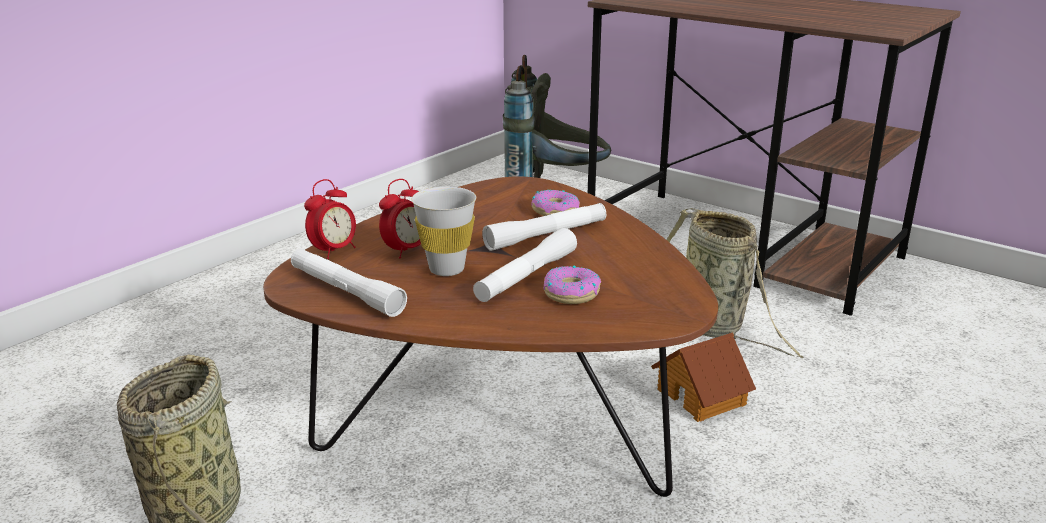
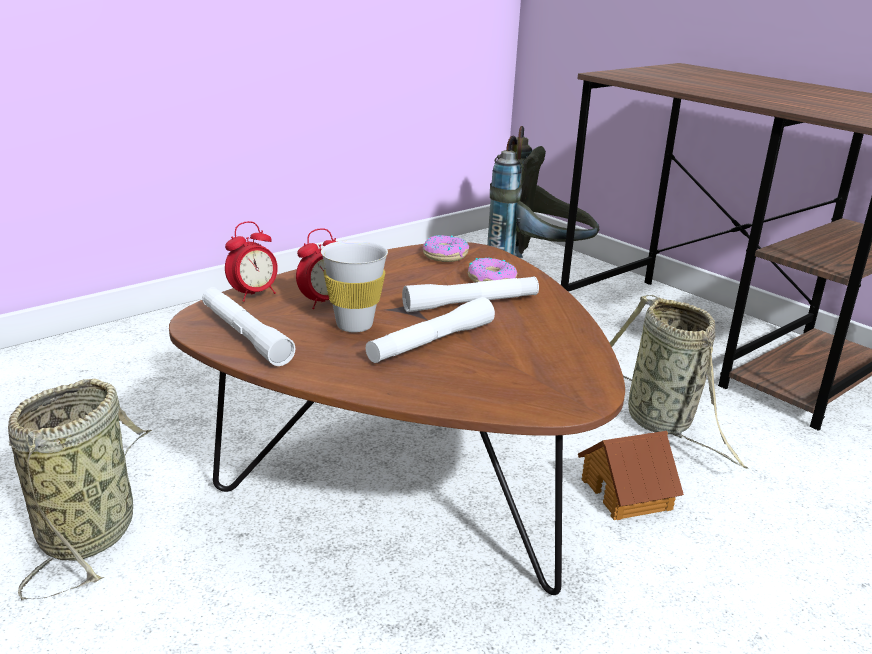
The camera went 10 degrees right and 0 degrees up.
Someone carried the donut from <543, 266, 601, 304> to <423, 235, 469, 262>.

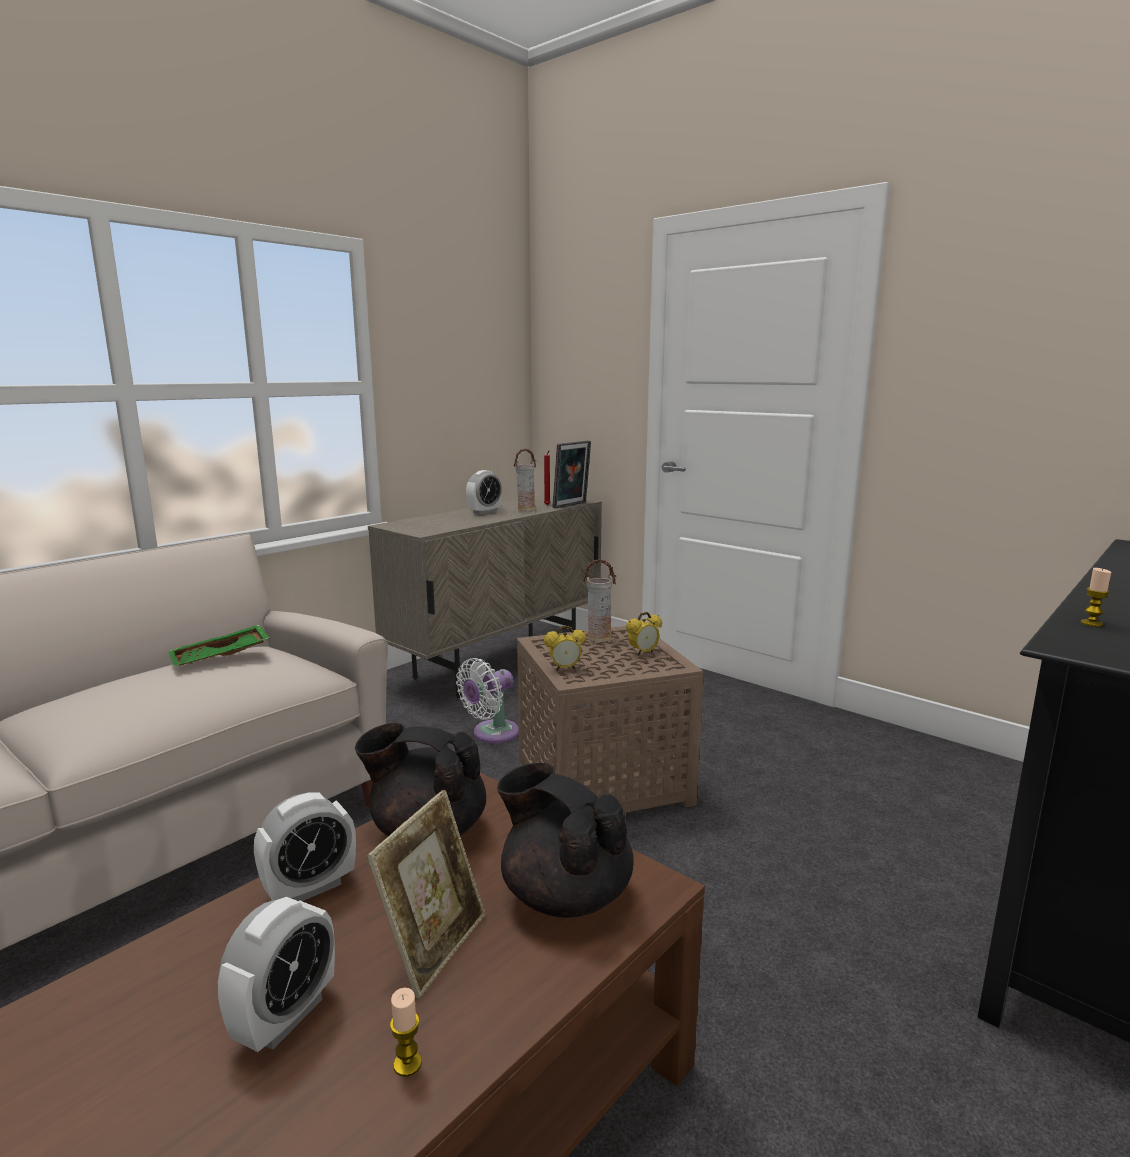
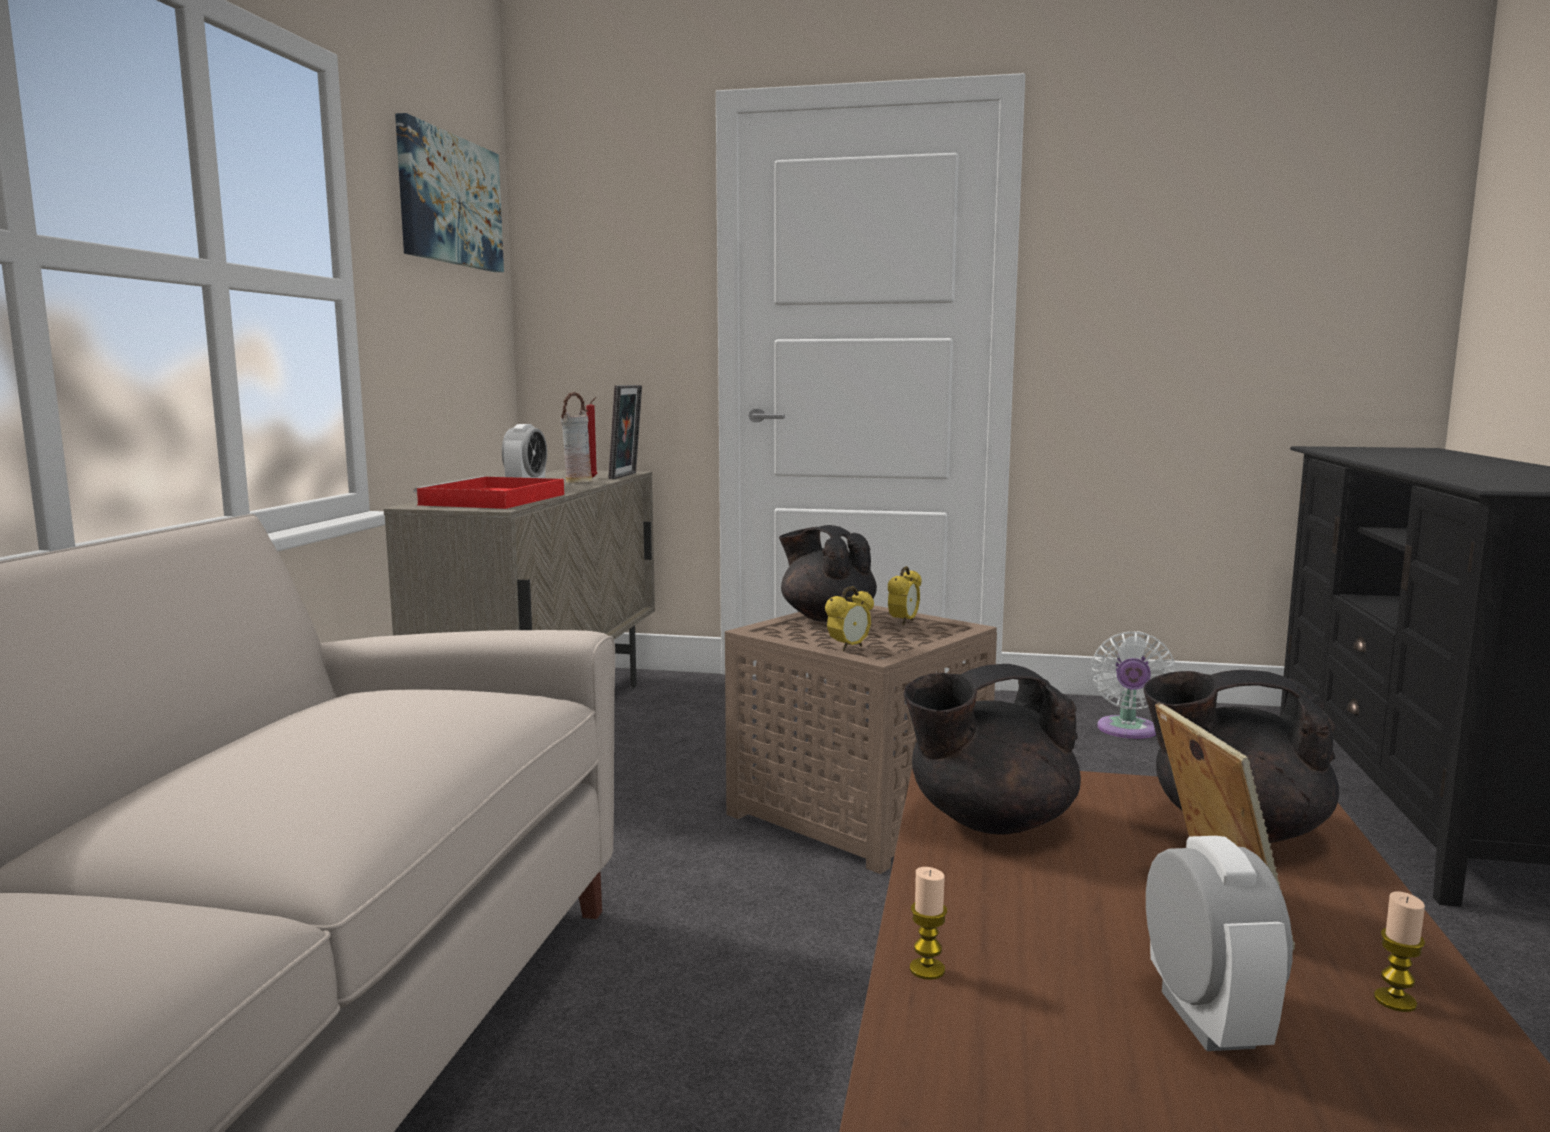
The camera went 30 degrees left and 5 degrees down.
Someone took away the green tray at <168, 625, 269, 666>.
Someone took away the alarm clock at <254, 792, 356, 901>.
Someone carried the white fan from <456, 658, 519, 743> to <1091, 631, 1176, 739>.
Someone swapped the vase at <583, 559, 616, 642> for the black teapot at <779, 525, 877, 622>.
Someone carried the candle from <1081, 568, 1111, 627> to <910, 867, 947, 980>.
Someone put up the picture at <395, 113, 504, 272>.
Someone put down the red tray at <413, 476, 564, 509>.

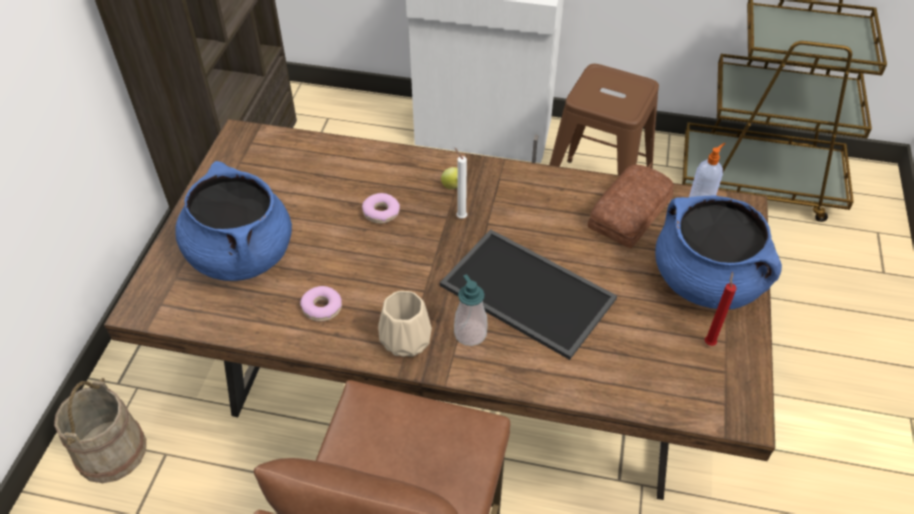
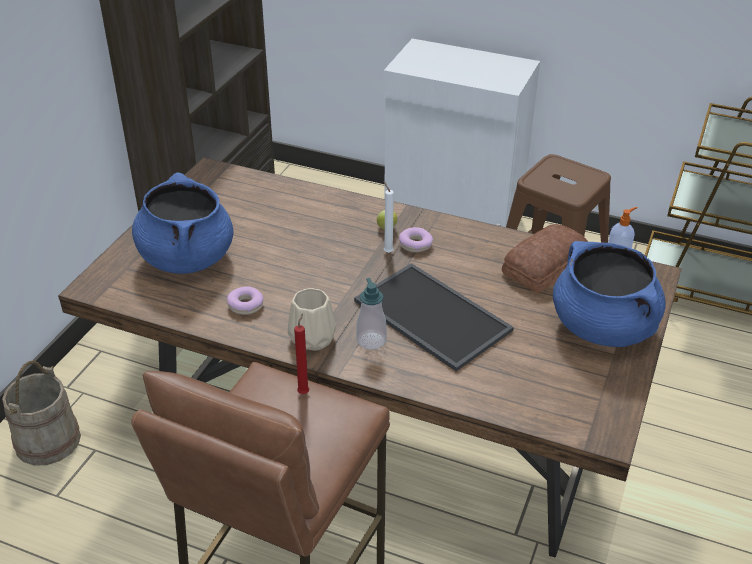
The camera went 10 degrees right and 10 degrees down.
Someone carried the donut from <362, 193, 400, 224> to <399, 227, 433, 253>.
Someone carried the red candle from <704, 272, 737, 346> to <294, 314, 309, 394>.

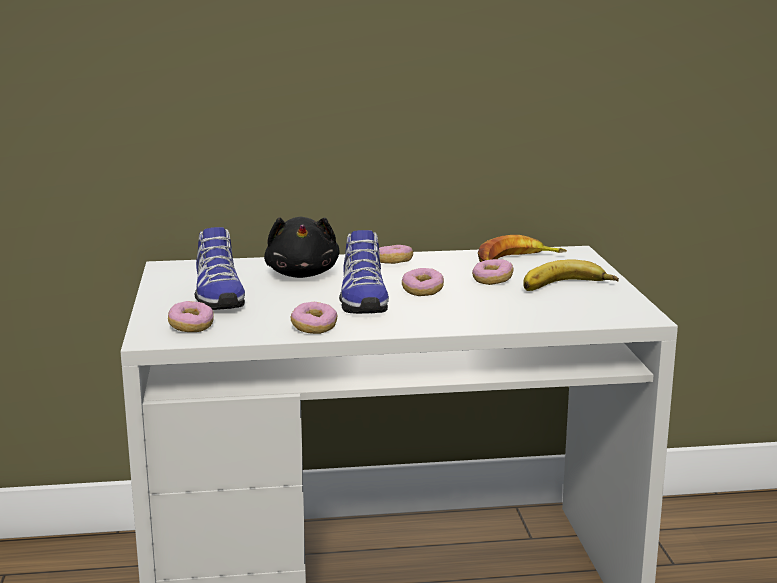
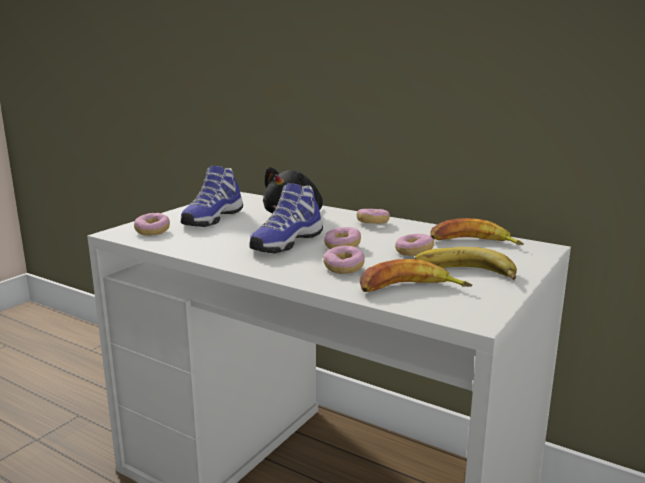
The camera went 40 degrees right and 0 degrees up.
Someone carried the donut from <291, 302, 337, 334> to <323, 245, 365, 274>.
Someone put down the banana at <360, 259, 472, 292>.

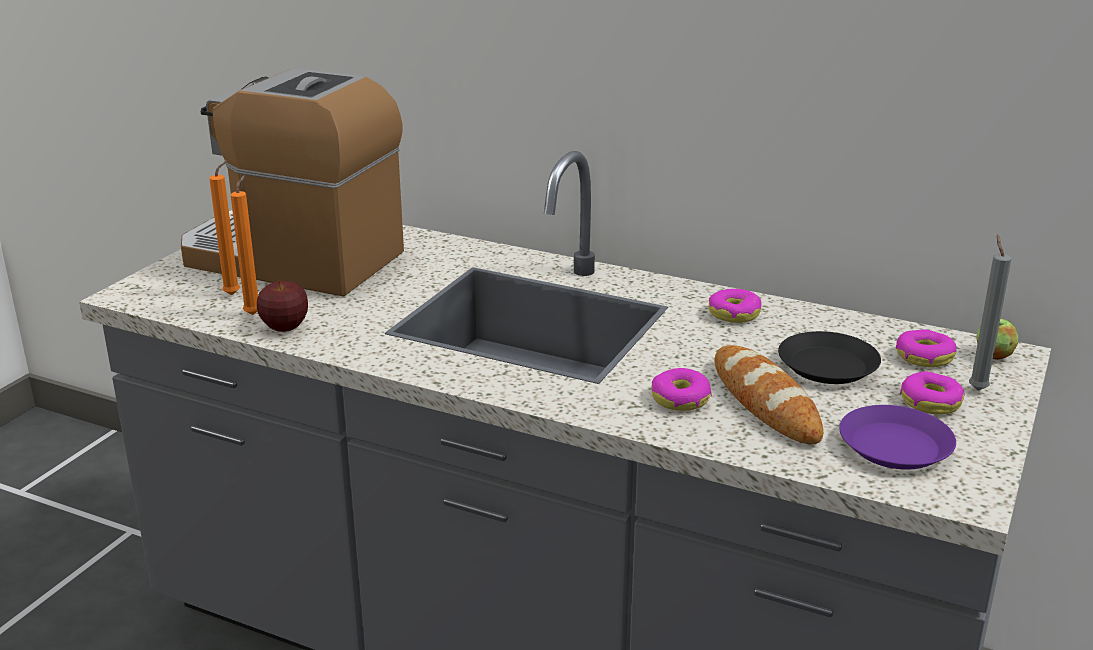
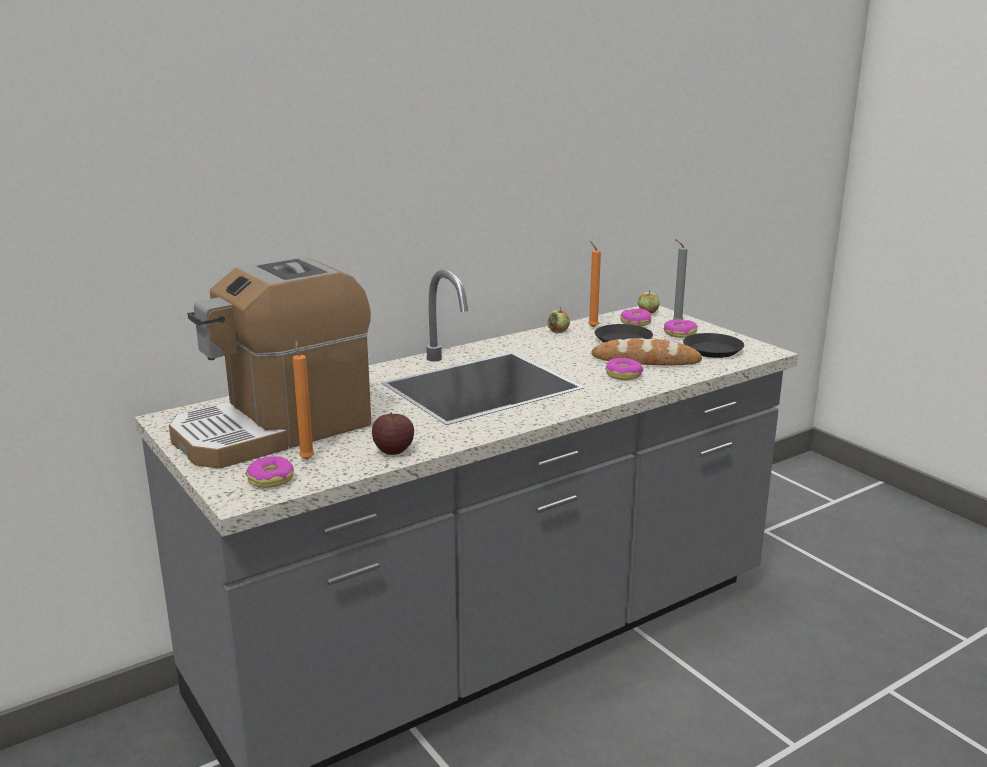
The camera went 60 degrees left and 5 degrees down.
Someone carried the orange candle from <230, 174, 258, 315> to <588, 241, 601, 328>.
Someone carried the donut from <709, 289, 761, 323> to <246, 456, 294, 488>.
Someone repainted the purple plate at <839, 405, 956, 470>, which became the black plate at <683, 333, 744, 358>.
Someone put down the apple at <547, 308, 570, 333>.

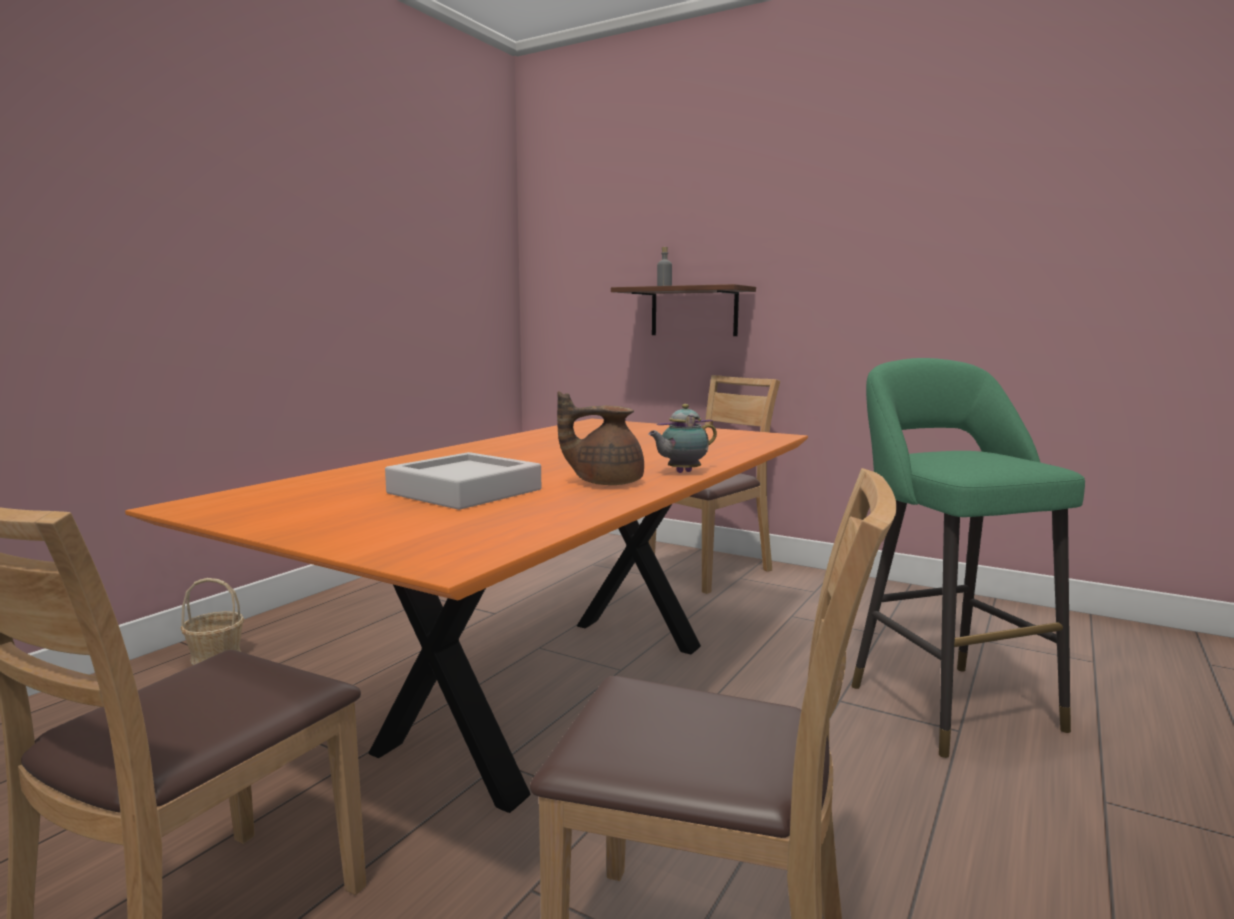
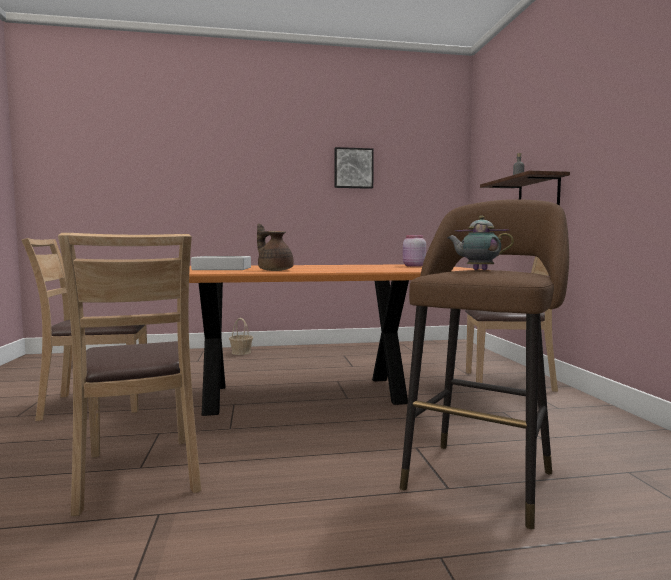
The camera went 50 degrees right and 5 degrees down.
Someone carried the teapot from <648, 404, 717, 473> to <447, 216, 514, 270>.
Someone repainted the green stool at <851, 358, 1085, 758>, which became the brown stool at <400, 199, 569, 529>.
Someone put up the picture at <334, 147, 374, 189>.
Someone put down the pink jar at <403, 235, 426, 267>.

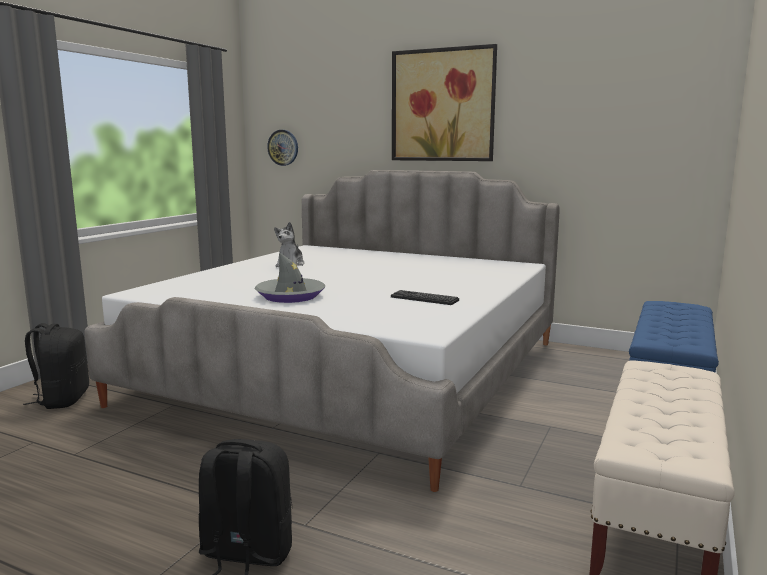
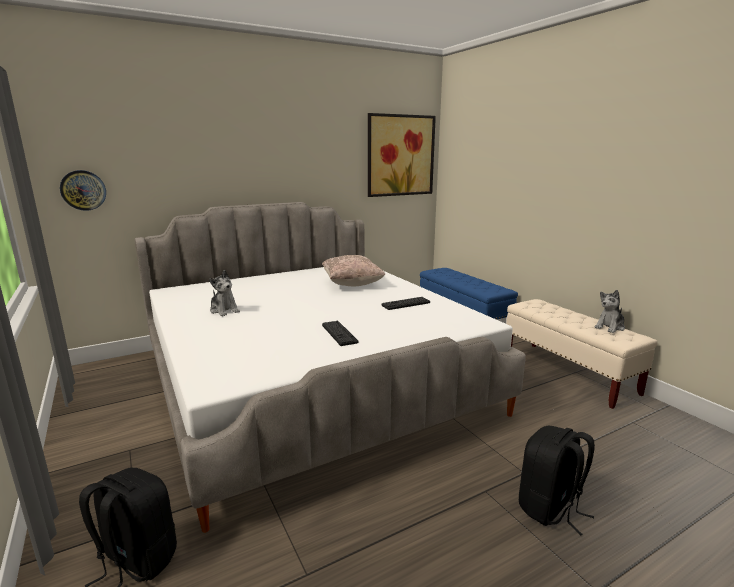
The camera went 55 degrees left and 5 degrees up.
Someone swapped the grey hat at <255, 252, 325, 303> for the keyboard at <322, 321, 358, 346>.
Someone carried the picture from <392, 44, 497, 161> to <368, 113, 436, 197>.
Someone put down the beige pillow at <322, 255, 385, 286>.
Someone put down the plush toy at <594, 290, 625, 333>.

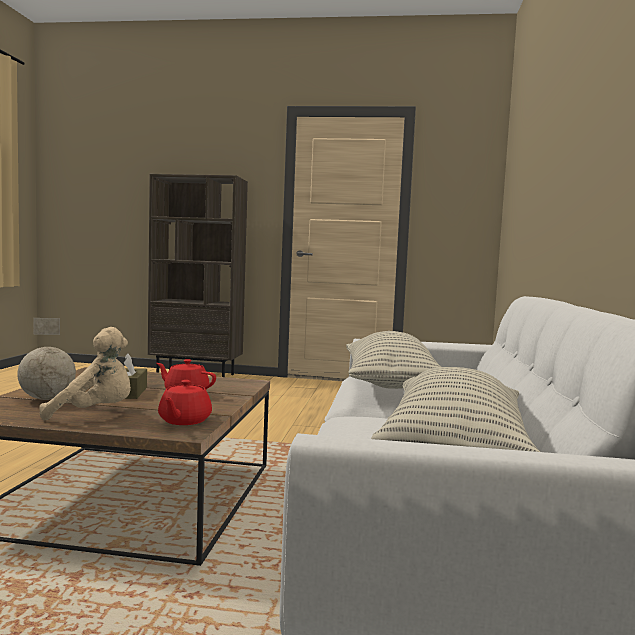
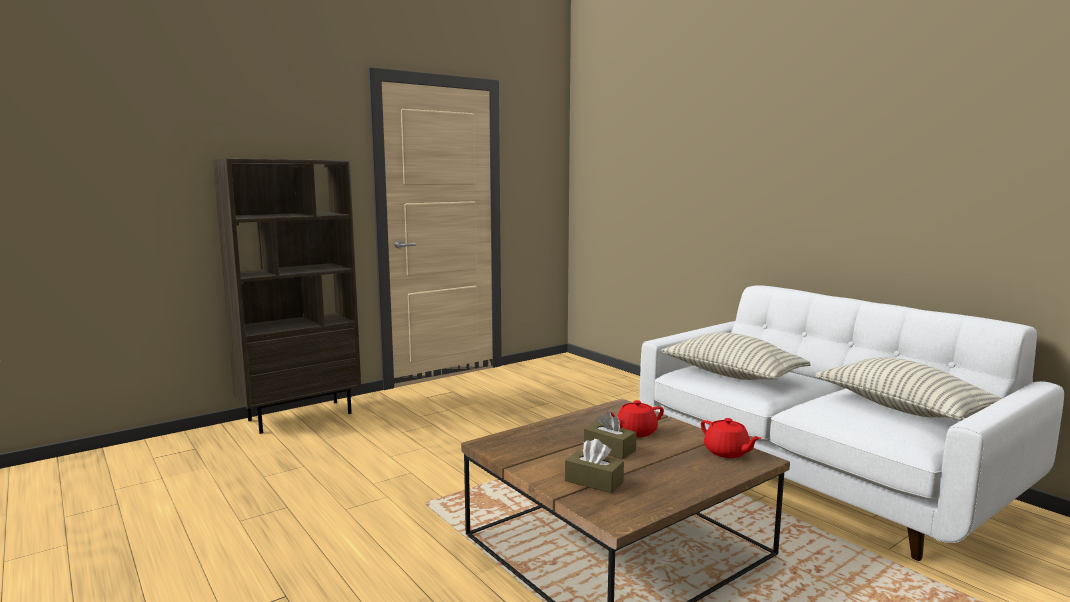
The camera went 45 degrees left and 5 degrees up.
Someone swapped the globe at <17, 318, 76, 400> for the brown tissue box at <565, 439, 624, 493>.
Someone took away the beige plush toy at <40, 327, 131, 421>.

